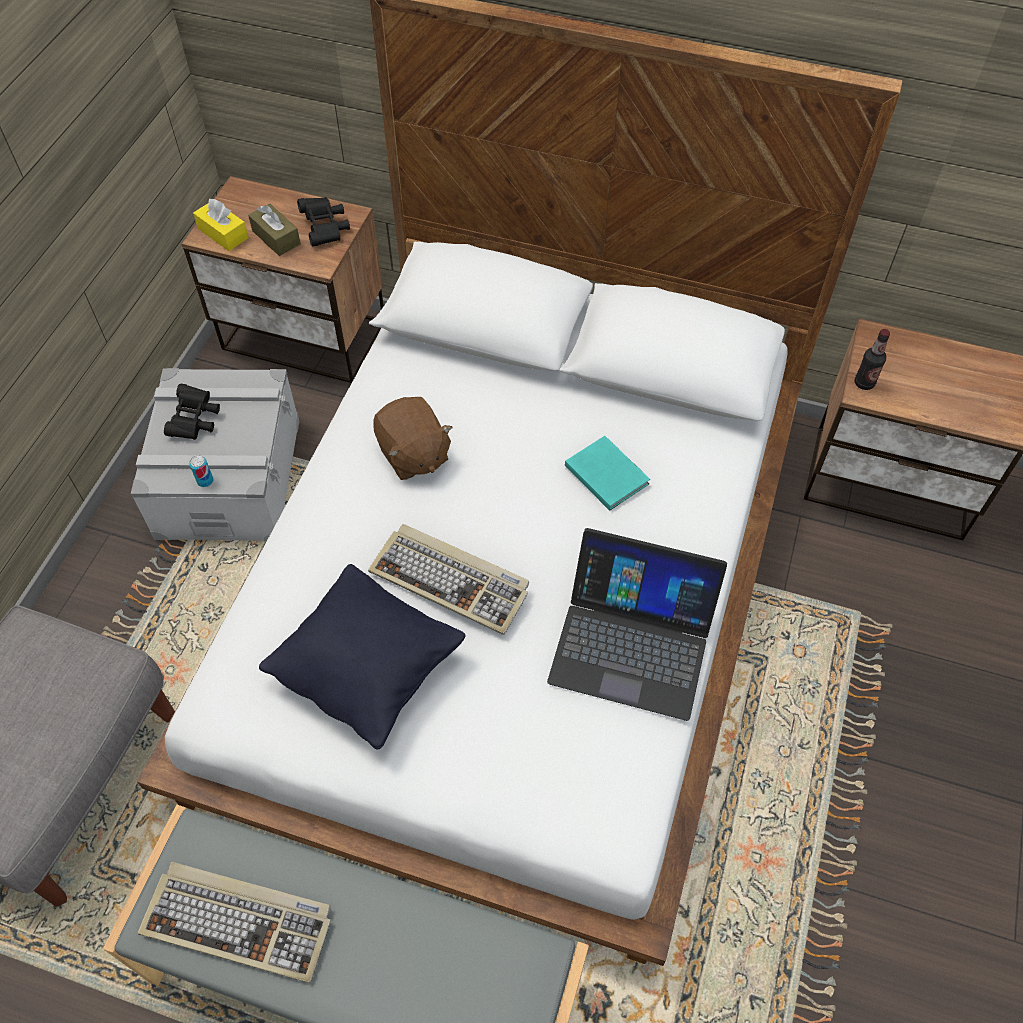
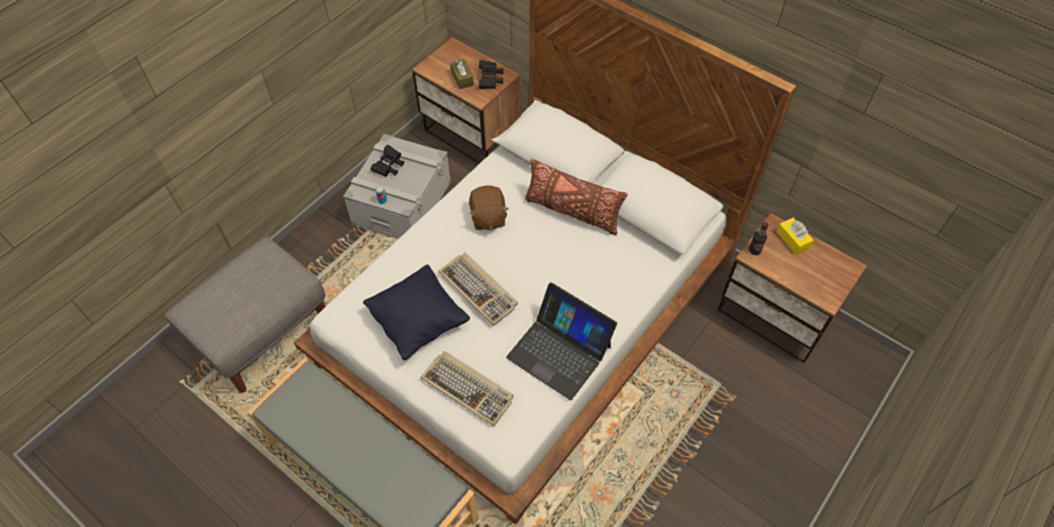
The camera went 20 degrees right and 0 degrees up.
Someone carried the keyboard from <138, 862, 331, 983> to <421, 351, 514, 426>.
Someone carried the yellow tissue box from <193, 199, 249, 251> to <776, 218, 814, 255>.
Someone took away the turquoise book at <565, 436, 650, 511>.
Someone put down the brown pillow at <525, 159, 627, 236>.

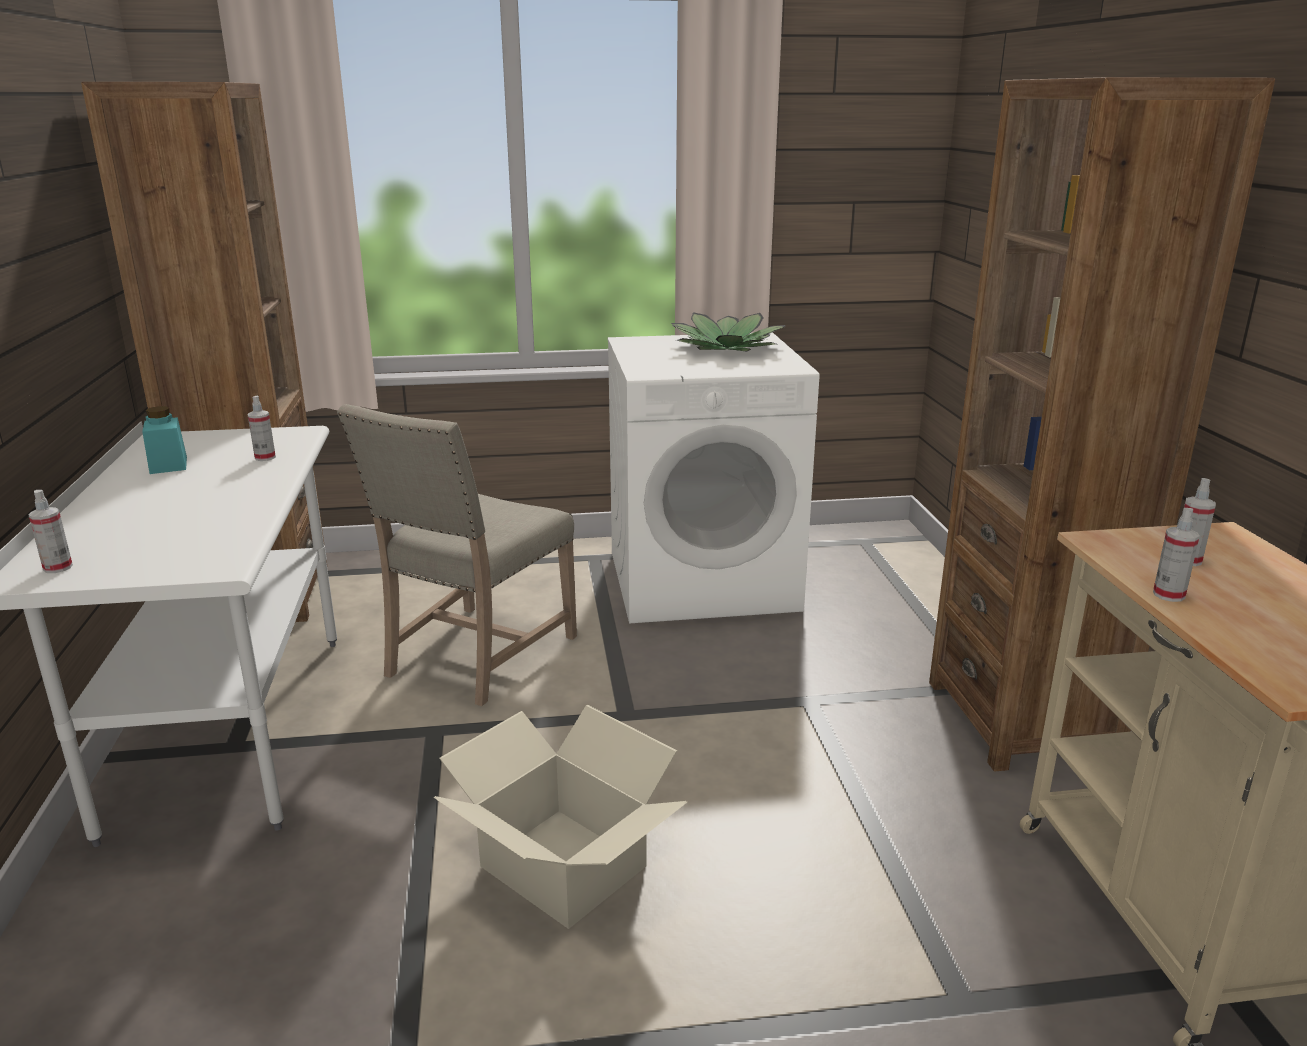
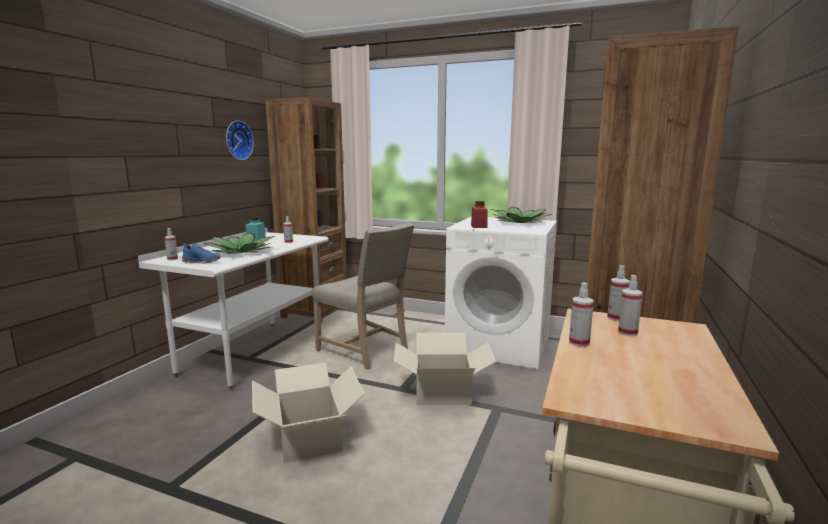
The camera went 30 degrees right and 10 degrees down.
Someone rotated the beige chair at <337, 404, 577, 706> by 105 degrees counterclockwise.
Someone put down the blue shoe at <182, 243, 220, 264>.
Someone put down the potted plant at <203, 232, 275, 254>.
Someone put up the wall clock at <226, 121, 254, 160>.
Someone put down the cardboard box at <394, 333, 496, 405>.
Someone put down the red jar at <471, 201, 488, 228>.
Someone put down the spray bottle at <607, 265, 630, 321>.

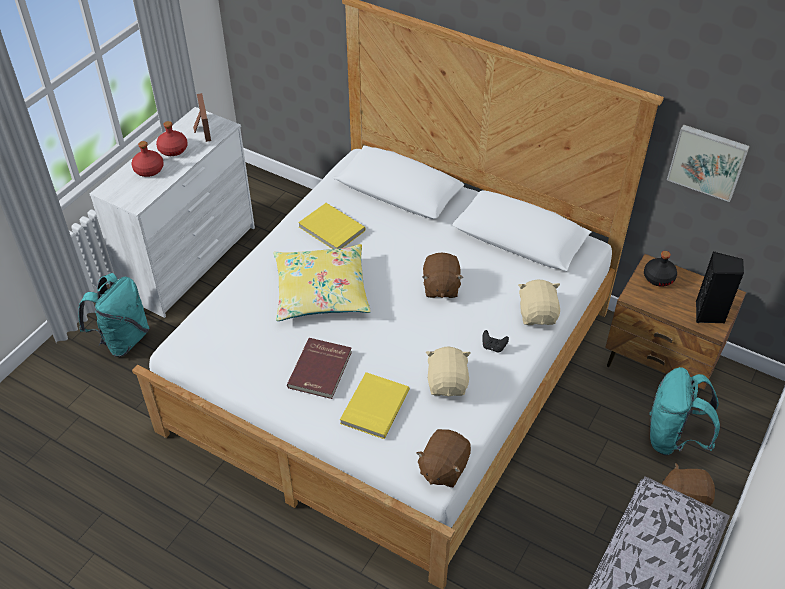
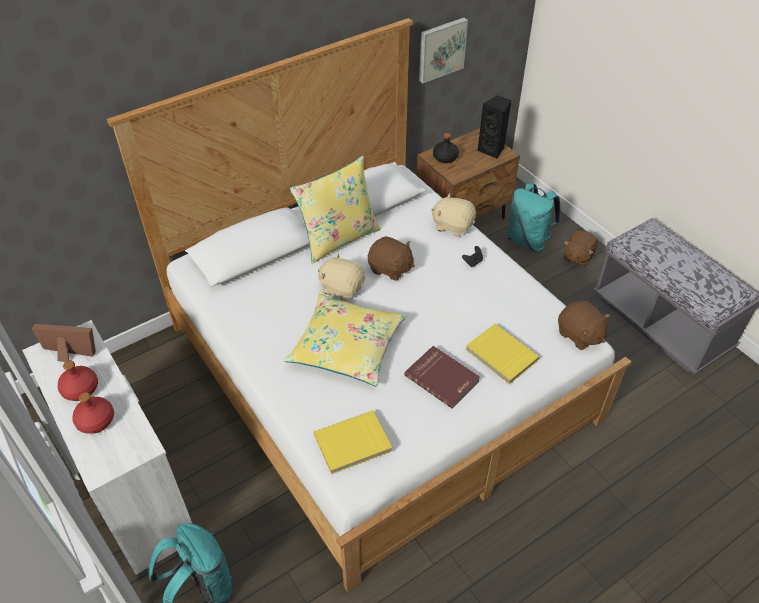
The camera went 65 degrees left and 0 degrees up.
Someone carried the yellow book from <298, 203, 366, 249> to <314, 410, 392, 475>.
Someone carried the beige plush toy from <426, 347, 471, 396> to <318, 253, 365, 301>.
Someone put down the yellow pillow at <290, 156, 381, 264>.

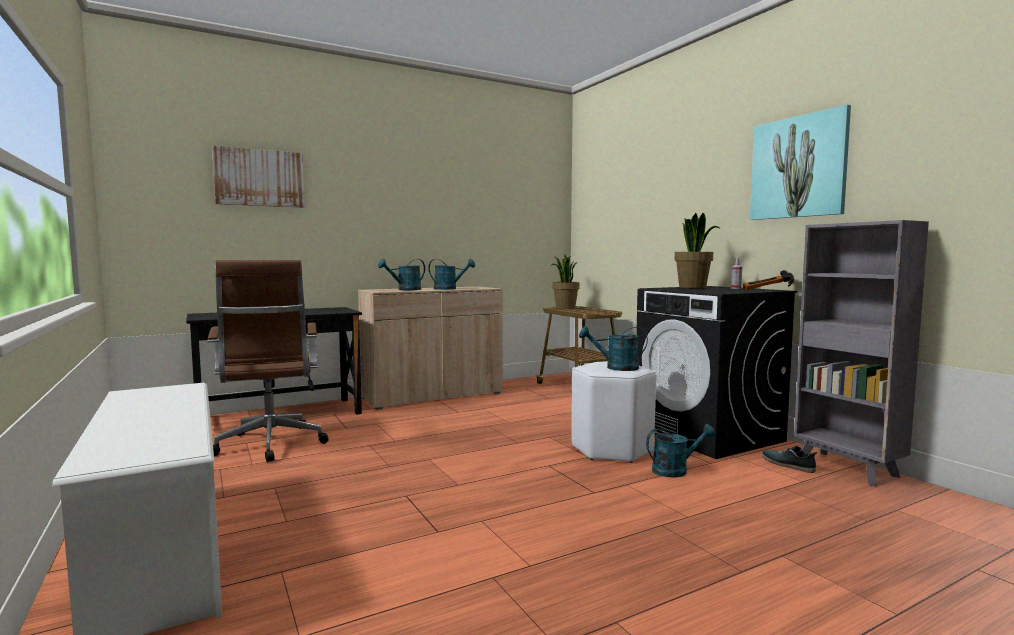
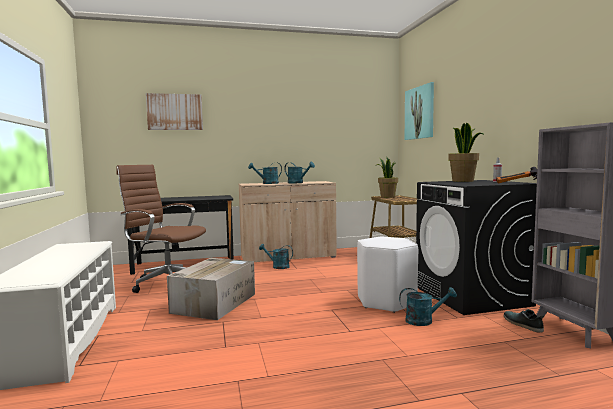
The camera went 15 degrees right and 0 degrees up.
Someone rotated the brown office chair at <207, 260, 329, 462> by 120 degrees clockwise.
Someone carried the turquoise watering can from <579, 326, 648, 371> to <259, 244, 293, 269>.
Someone carried the picture from <750, 105, 851, 220> to <405, 82, 434, 140>.
Someone put down the cardboard box at <167, 258, 255, 320>.

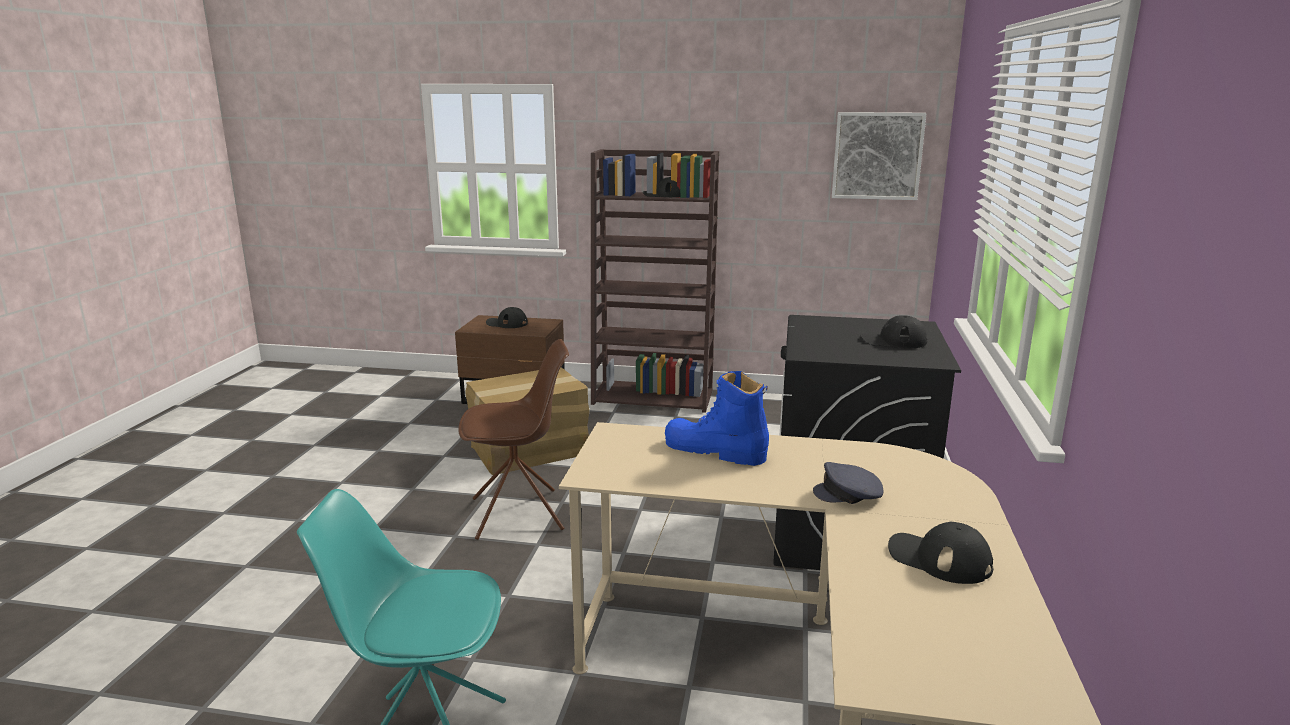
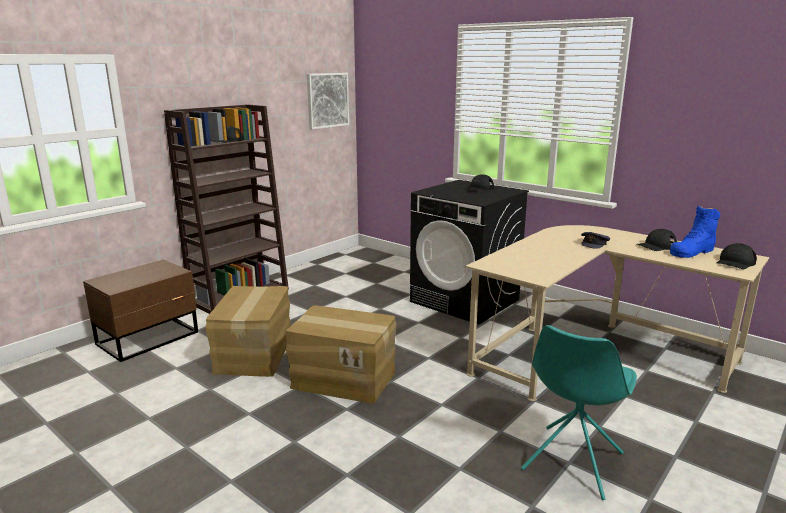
The camera went 60 degrees left and 0 degrees up.
Someone swapped the brown chair at <458, 339, 569, 540> for the cardboard box at <286, 305, 397, 404>.
Someone carried the black cap from <486, 307, 528, 328> to <716, 243, 757, 269>.
Someone carried the blue boot from <665, 371, 769, 466> to <670, 206, 720, 258>.

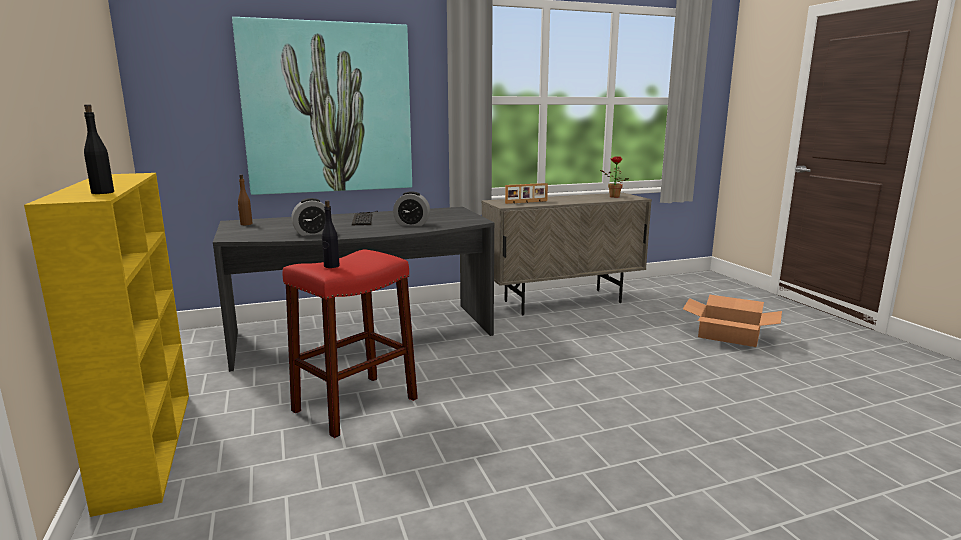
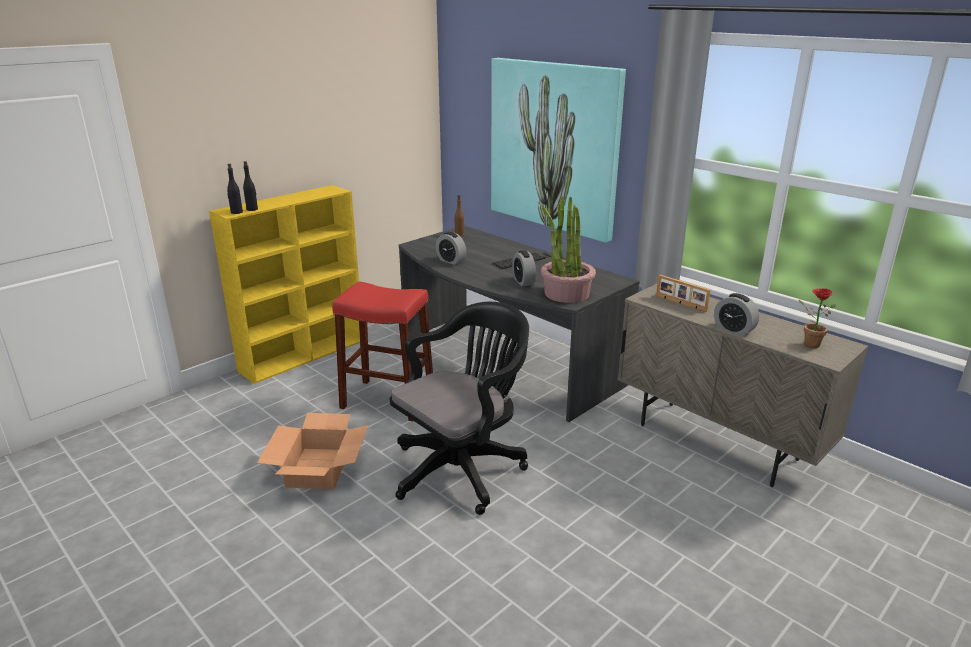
The camera went 65 degrees right and 10 degrees up.
Someone carried the black bottle from <322, 200, 339, 268> to <227, 164, 243, 214>.
Someone carried the cardboard box from <683, 295, 782, 347> to <257, 413, 368, 489>.
Someone put down the black office chair at <390, 302, 529, 515>.
Someone put down the potted plant at <541, 196, 596, 303>.
Someone put down the alarm clock at <714, 293, 759, 336>.

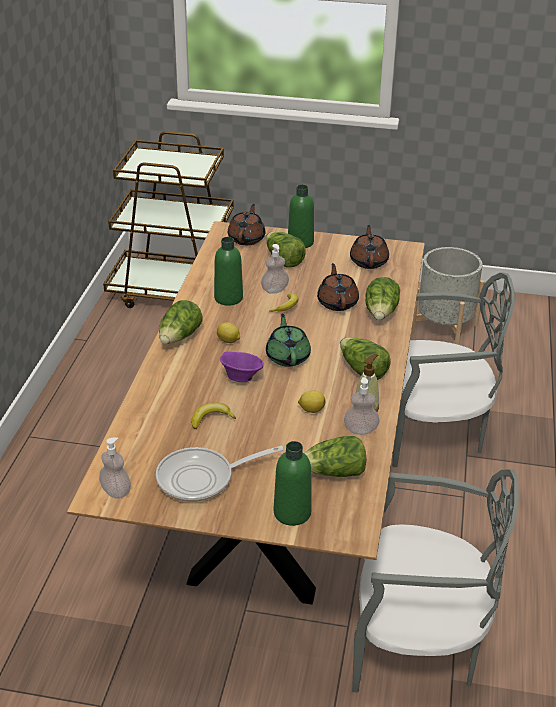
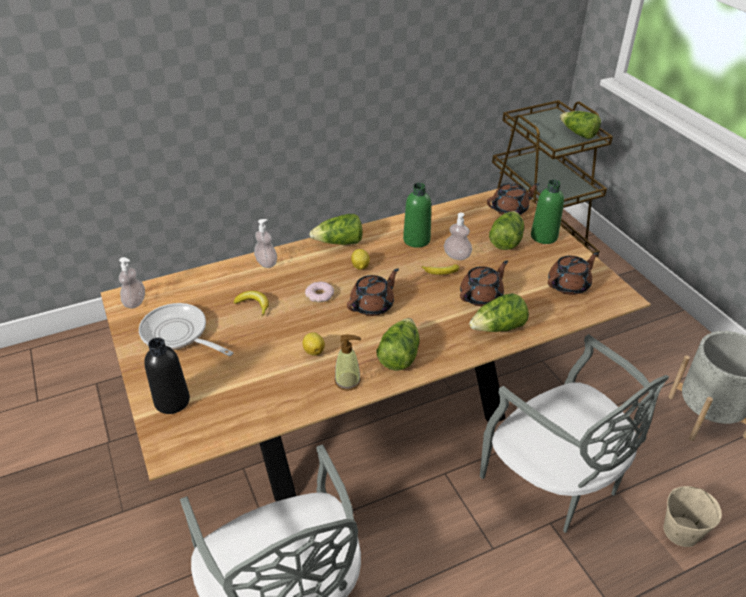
The camera went 55 degrees right and 5 degrees up.
Someone swapped the purple bowl at <220, 351, 264, 382> for the donut at <305, 281, 334, 302>.
Someone repainted the green teapot at <266, 314, 311, 367>, which became the brown teapot at <347, 268, 399, 316>.
Someone repainted the green bottle at <274, 441, 312, 526>, which became the black bottle at <144, 338, 190, 414>.
Someone carried the lettuce from <304, 436, 366, 477> to <560, 111, 601, 139>.
Someone carried the soap dispenser from <344, 377, 379, 435> to <254, 219, 277, 268>.
Someone put down the beige bucket at <663, 486, 722, 547>.

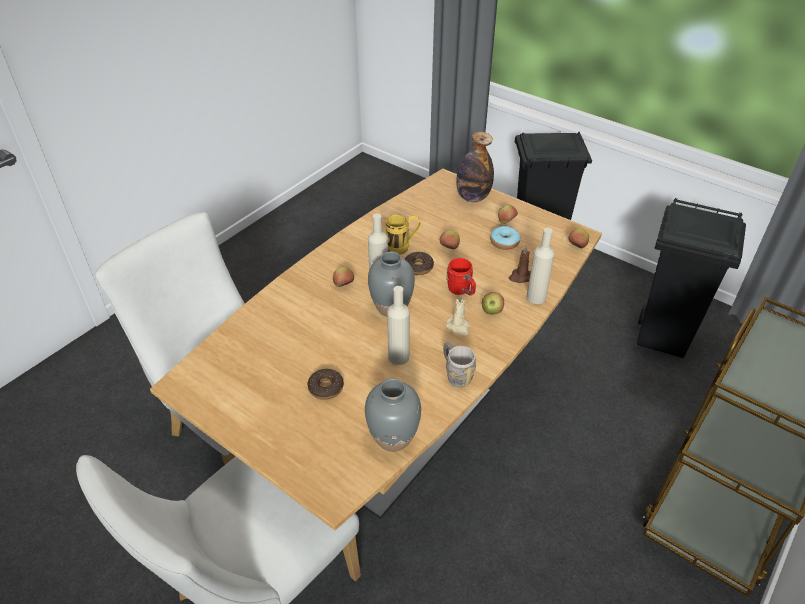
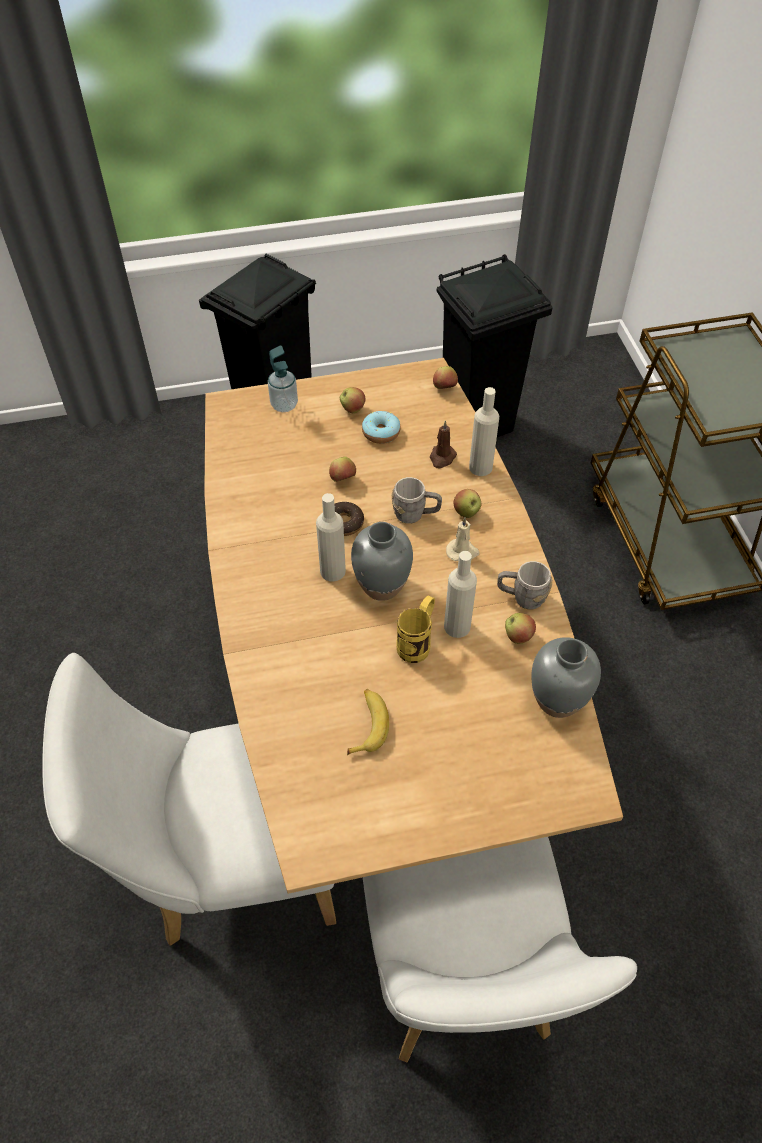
The camera went 50 degrees left and 10 degrees up.
Someone took away the donut at <308, 369, 344, 400>.
Someone carried the apple from <333, 266, 354, 287> to <505, 613, 536, 644>.
Someone carried the yellow mug from <385, 215, 421, 255> to <396, 596, 435, 663>.
Someone repainted the red mug at <446, 258, 476, 295>, which became the grey mug at <392, 477, 442, 524>.
Someone swapped the bottle at <456, 132, 494, 202> for the soap dispenser at <268, 346, 298, 412>.
Someone put down the banana at <347, 689, 389, 755>.

